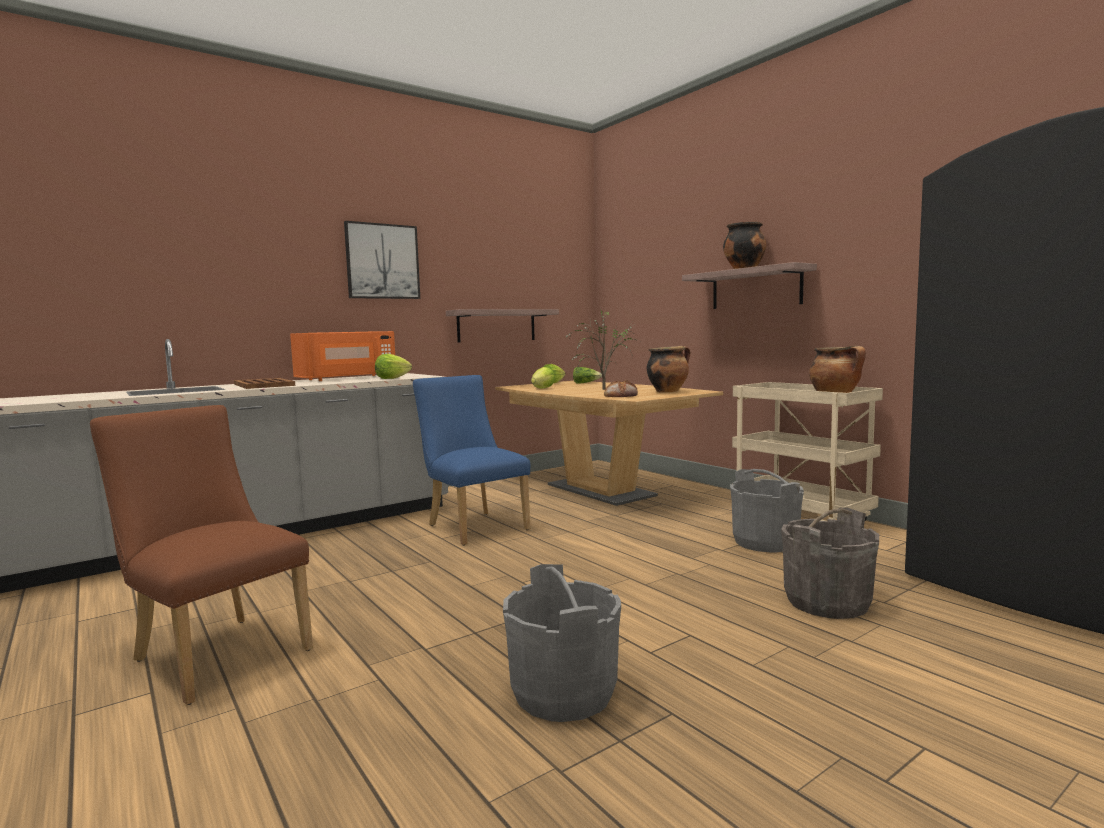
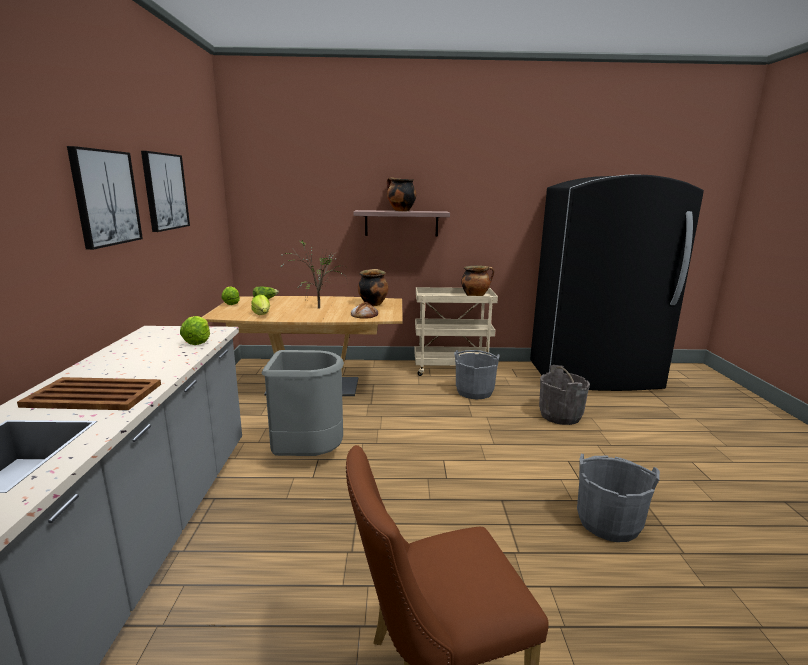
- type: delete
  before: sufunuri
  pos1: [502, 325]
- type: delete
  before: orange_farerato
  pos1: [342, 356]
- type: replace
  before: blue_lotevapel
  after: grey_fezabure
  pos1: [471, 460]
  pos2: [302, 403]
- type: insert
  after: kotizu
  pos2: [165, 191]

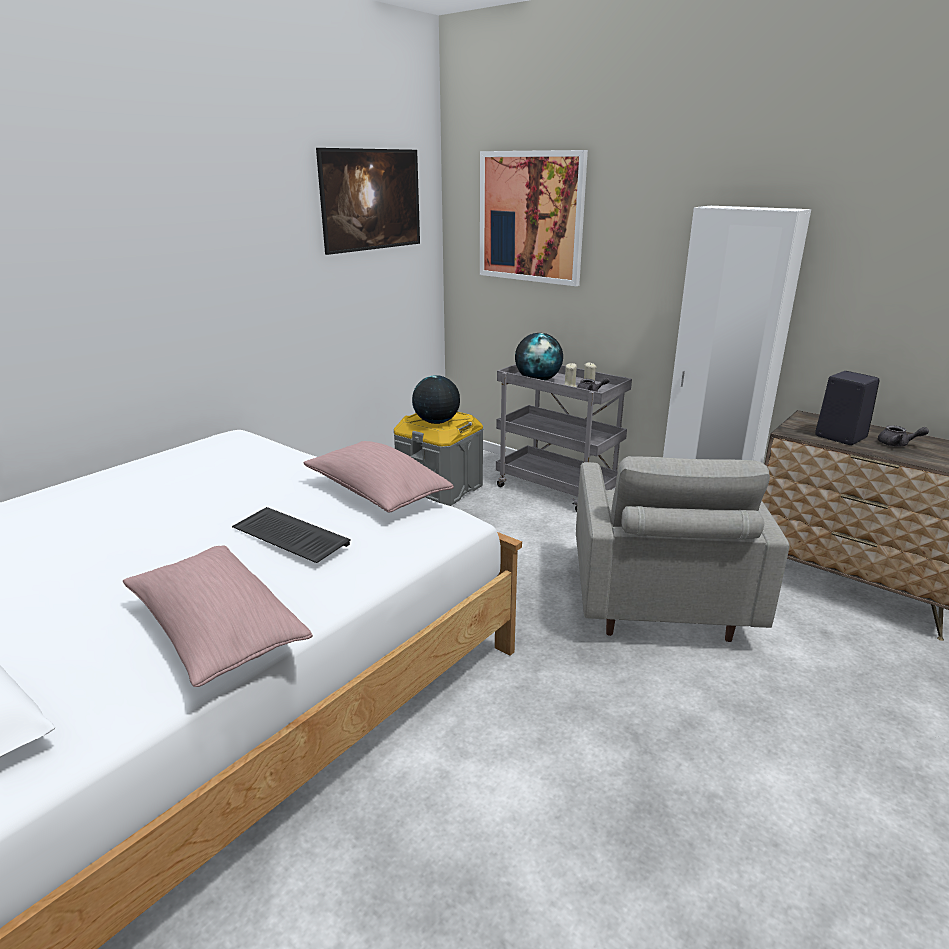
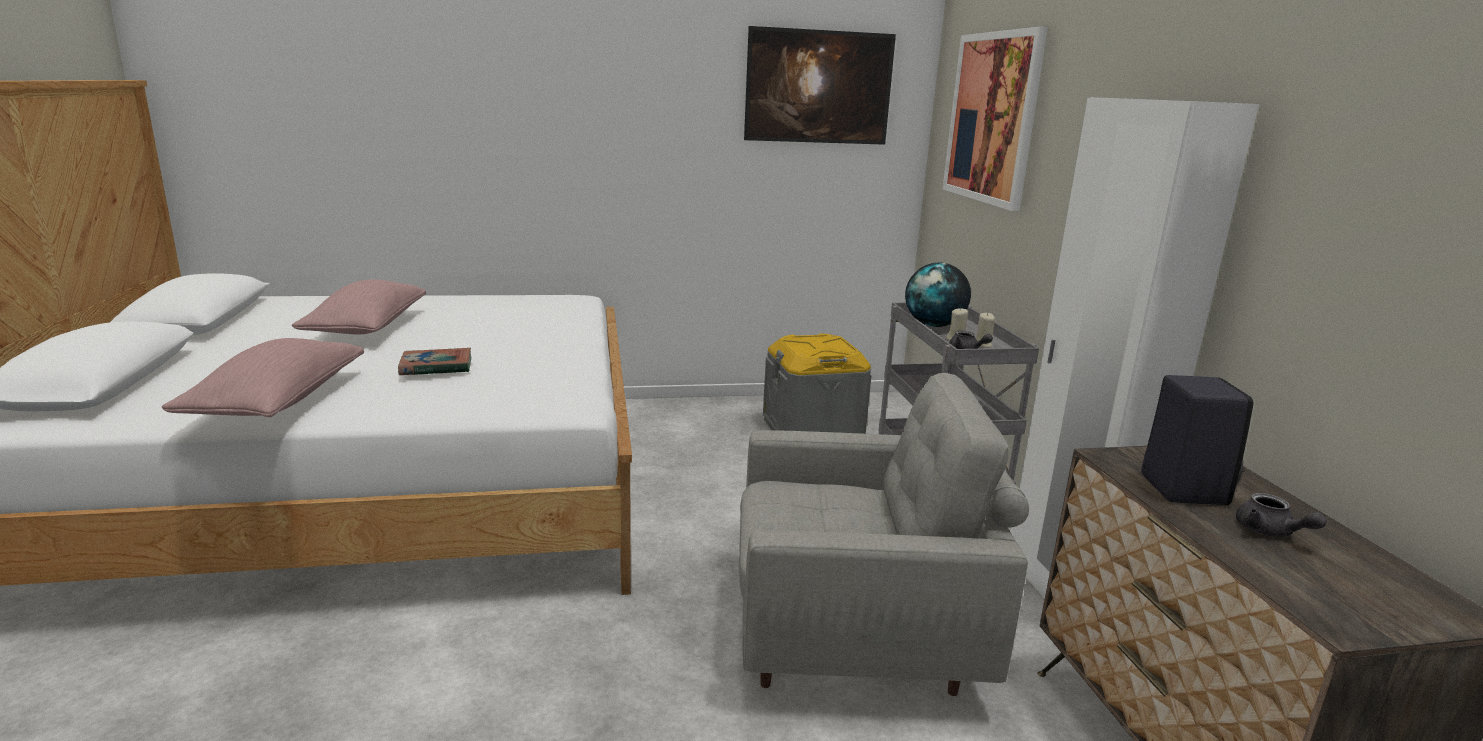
- type: delete
  before: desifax
  pos1: [436, 399]
- type: move
  before: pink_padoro
  pos1: [378, 477]
  pos2: [359, 306]
- type: rotate
  before: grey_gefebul
  pos1: [683, 549]
  pos2: [884, 534]
  turn: -135
- type: replace
  before: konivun
  after: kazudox
  pos1: [291, 535]
  pos2: [434, 361]

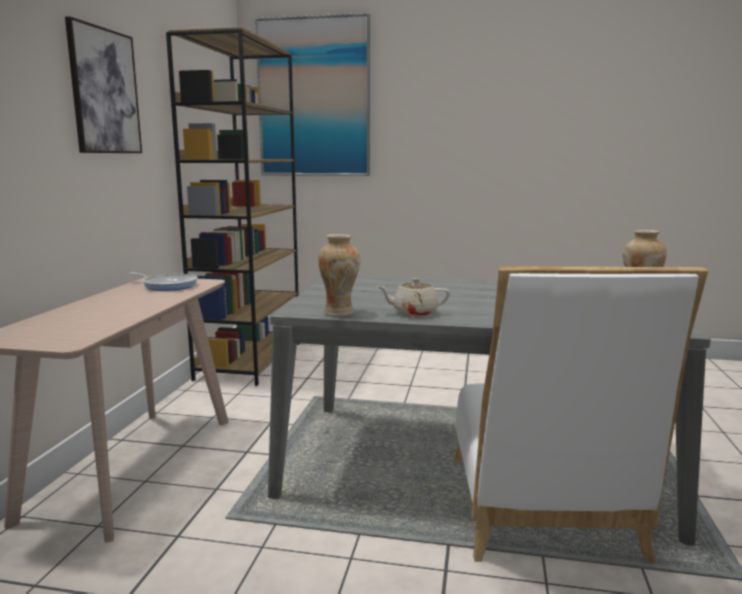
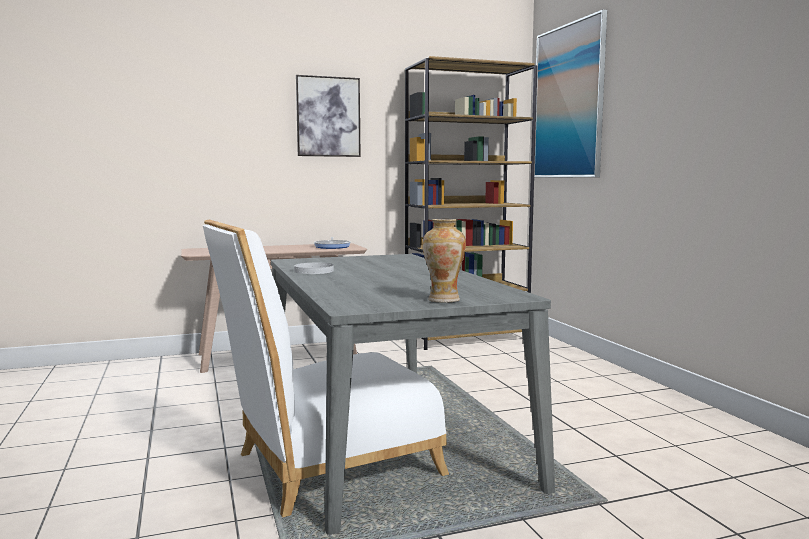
- type: delete
  before: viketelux
  pos1: [339, 275]
- type: replace
  before: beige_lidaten
  after: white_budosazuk
  pos1: [413, 297]
  pos2: [314, 268]

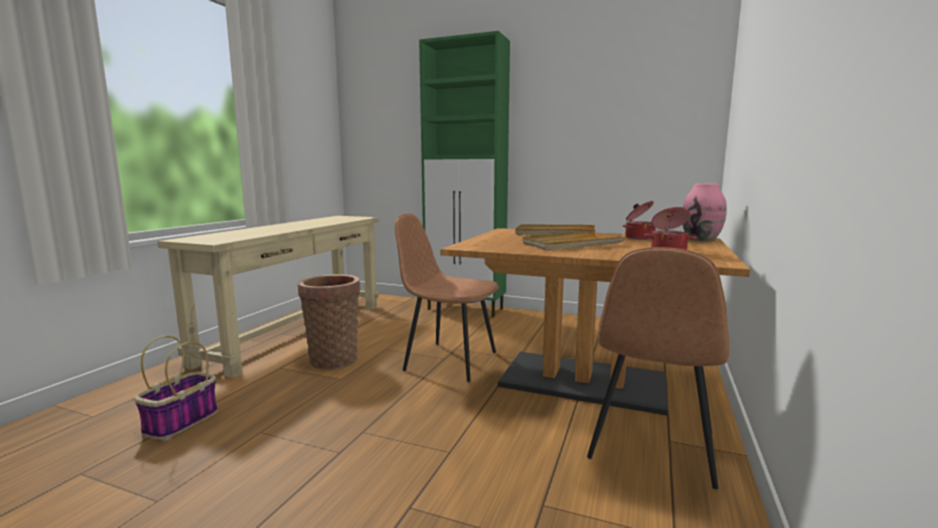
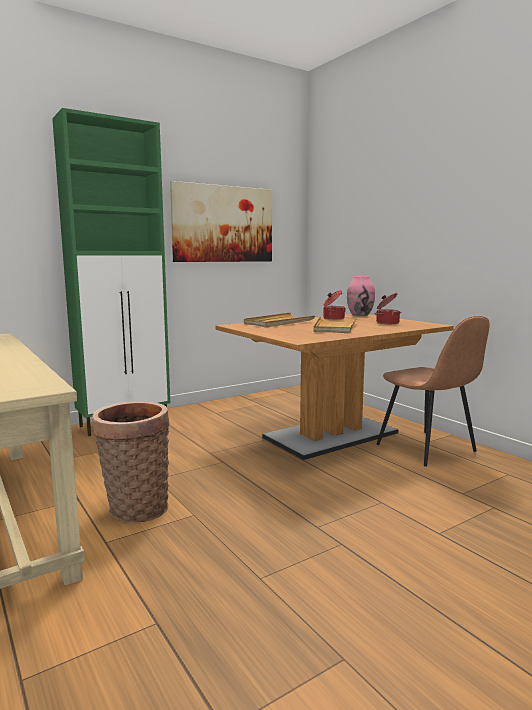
- type: delete
  before: brown_lotevapel
  pos1: [447, 297]
- type: delete
  before: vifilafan
  pos1: [176, 388]
- type: insert
  after: kotizu
  pos2: [221, 221]

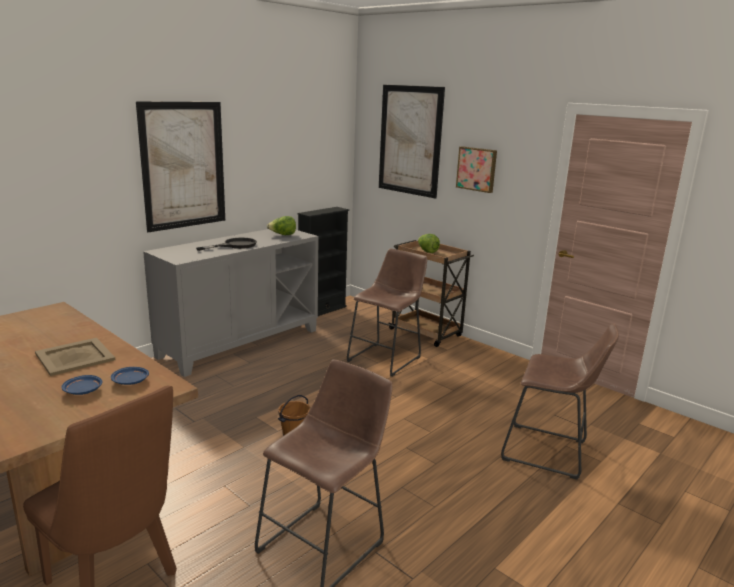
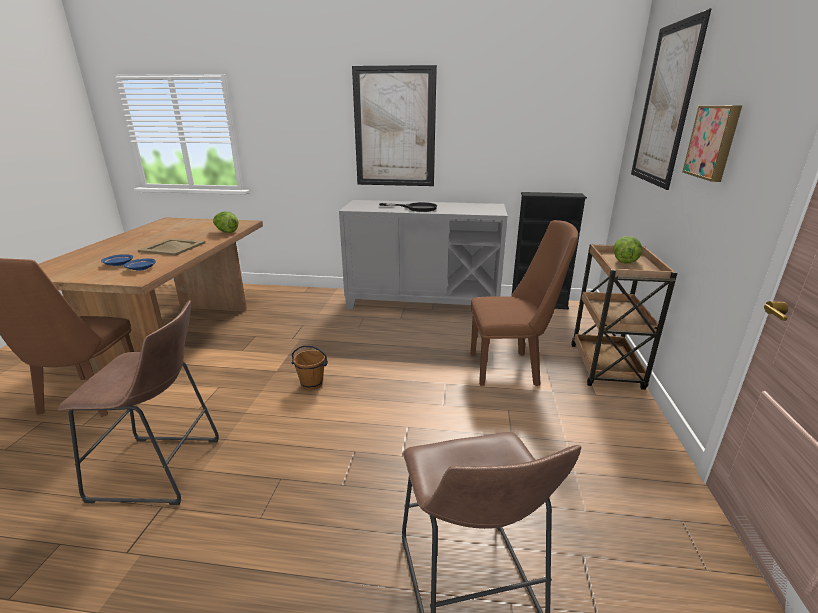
- type: move
  before: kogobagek
  pos1: [281, 225]
  pos2: [225, 222]
- type: replace
  before: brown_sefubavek
  after: brown_lotevapel
  pos1: [387, 312]
  pos2: [524, 303]

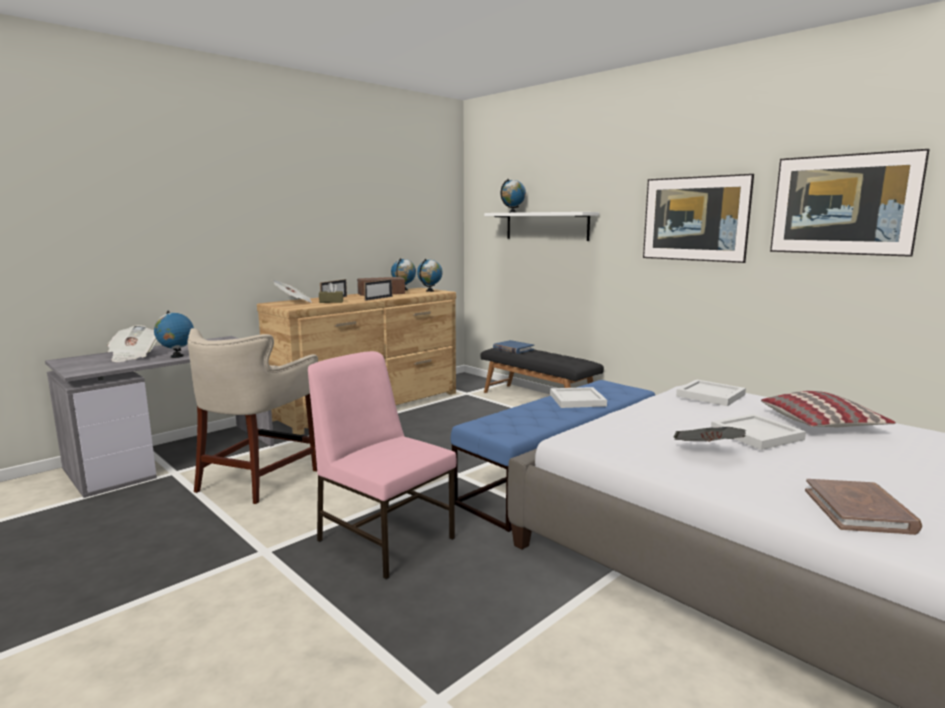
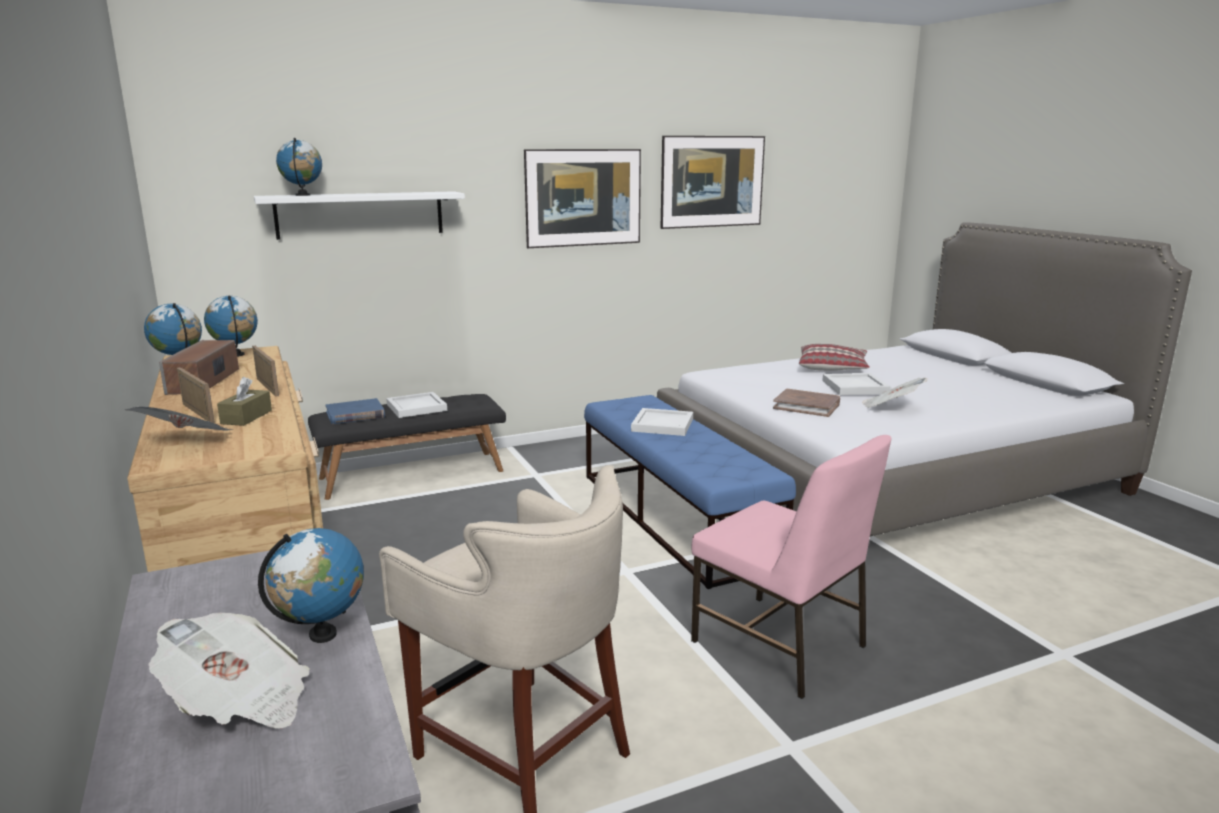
- type: rotate
  before: pink_lotevapel
  pos1: [382, 465]
  pos2: [791, 567]
  turn: -105
- type: move
  before: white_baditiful
  pos1: [711, 392]
  pos2: [416, 405]
- type: move
  before: brown_kazudox
  pos1: [863, 507]
  pos2: [806, 403]

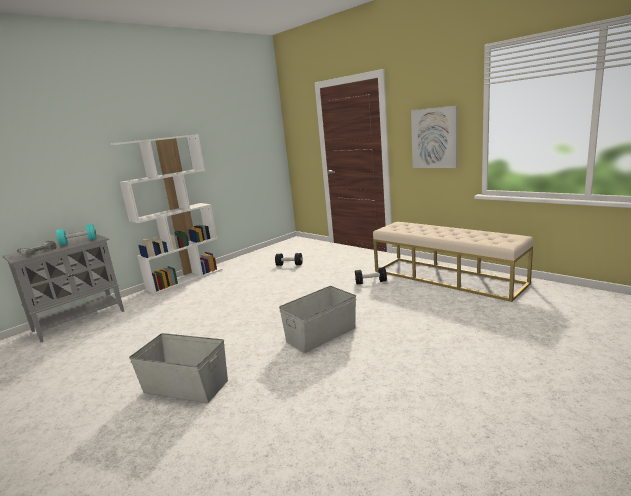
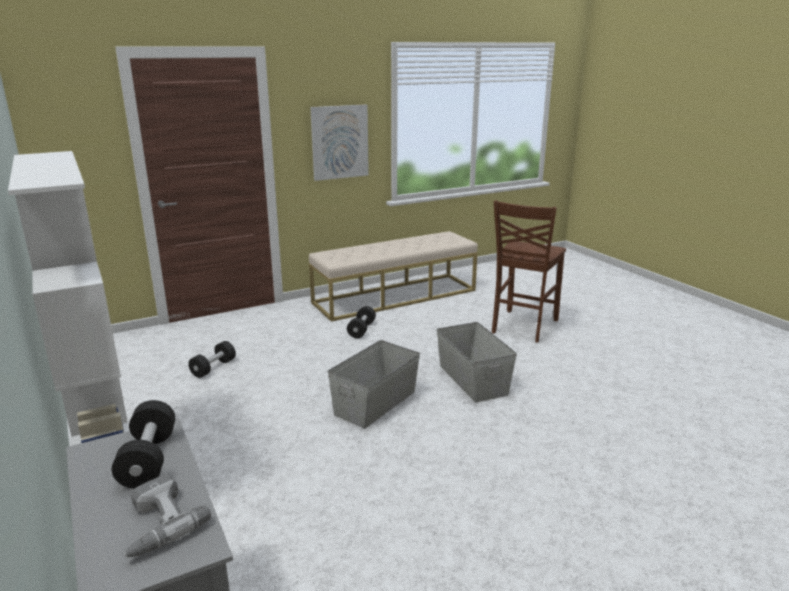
- type: recolor
  before: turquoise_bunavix
  after: black_bunavix
  pos1: [76, 235]
  pos2: [143, 444]
- type: move
  before: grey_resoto
  pos1: [178, 368]
  pos2: [373, 384]
- type: insert
  after: brown_lotevapel
  pos2: [529, 271]

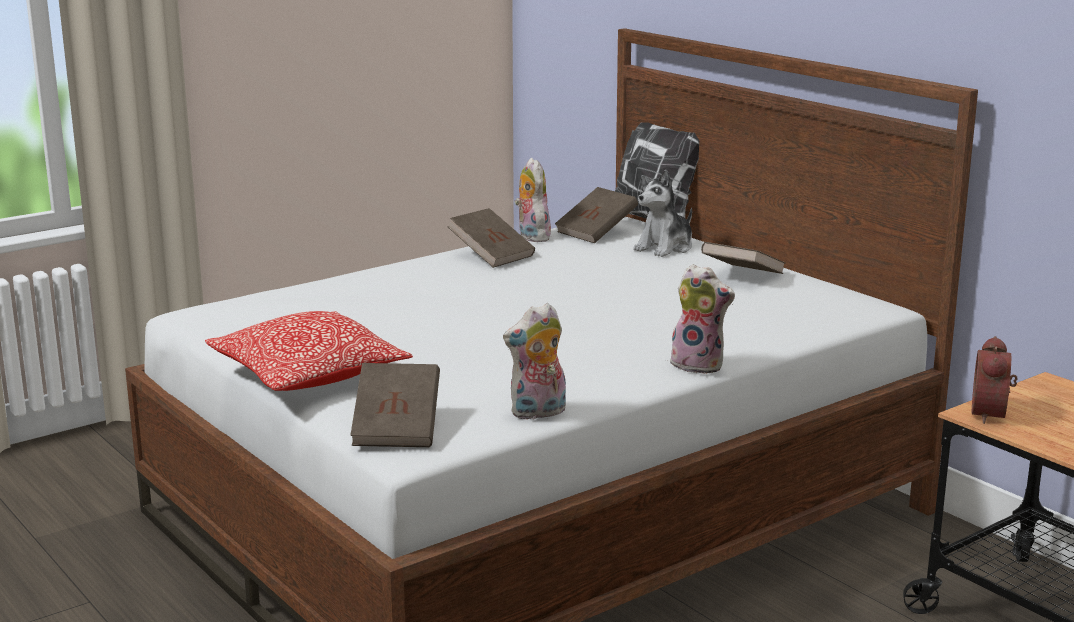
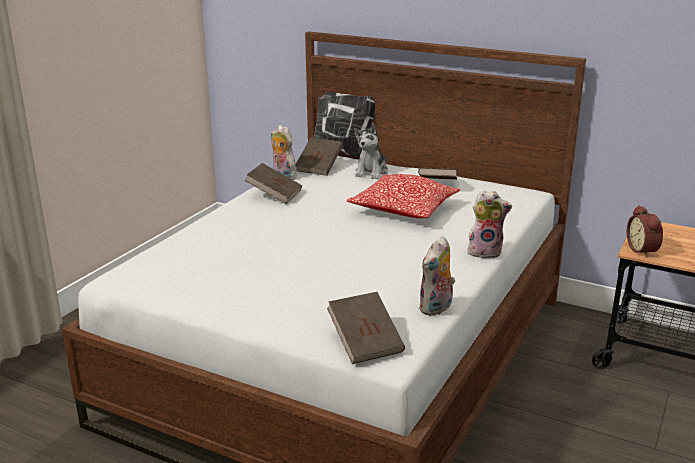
- type: move
  before: padoro
  pos1: [309, 351]
  pos2: [403, 196]

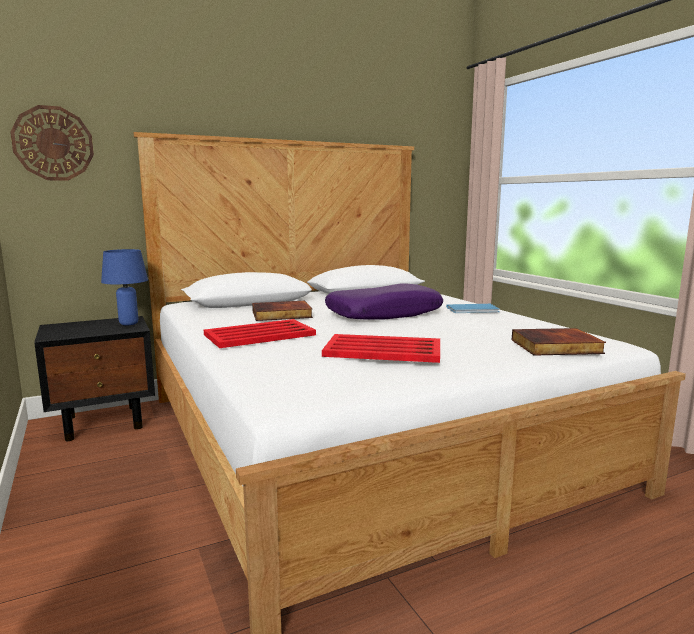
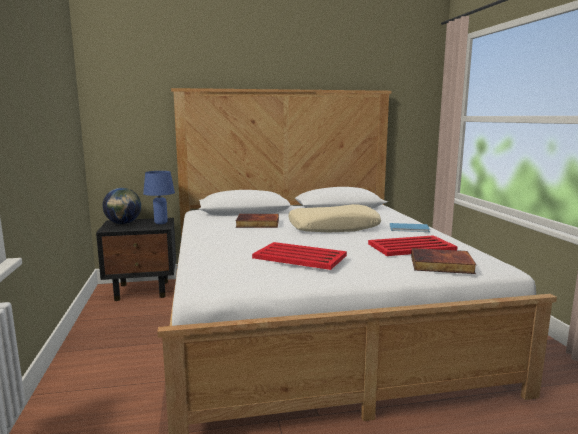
- type: delete
  before: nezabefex
  pos1: [52, 143]
- type: recolor
  before: purple_padoro
  after: beige_padoro
  pos1: [384, 301]
  pos2: [334, 218]
- type: move
  before: red_baditiful
  pos1: [260, 333]
  pos2: [413, 245]
- type: insert
  after: desifax
  pos2: [121, 206]

